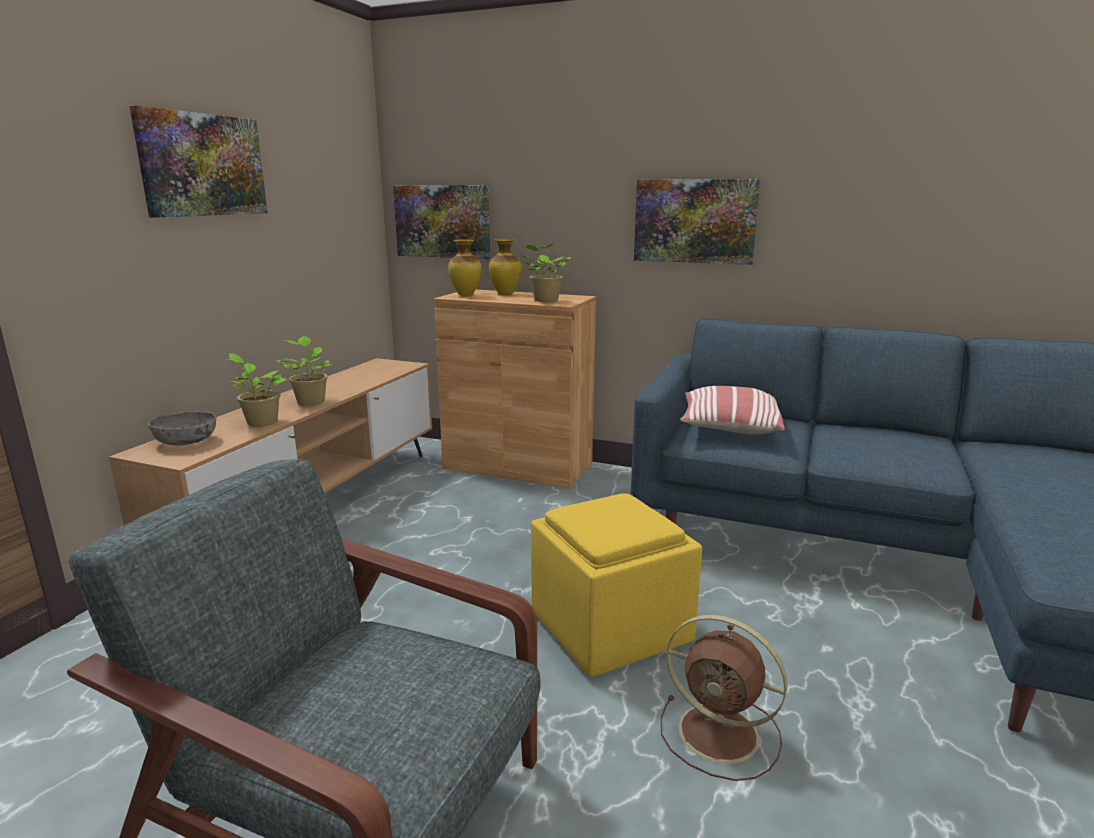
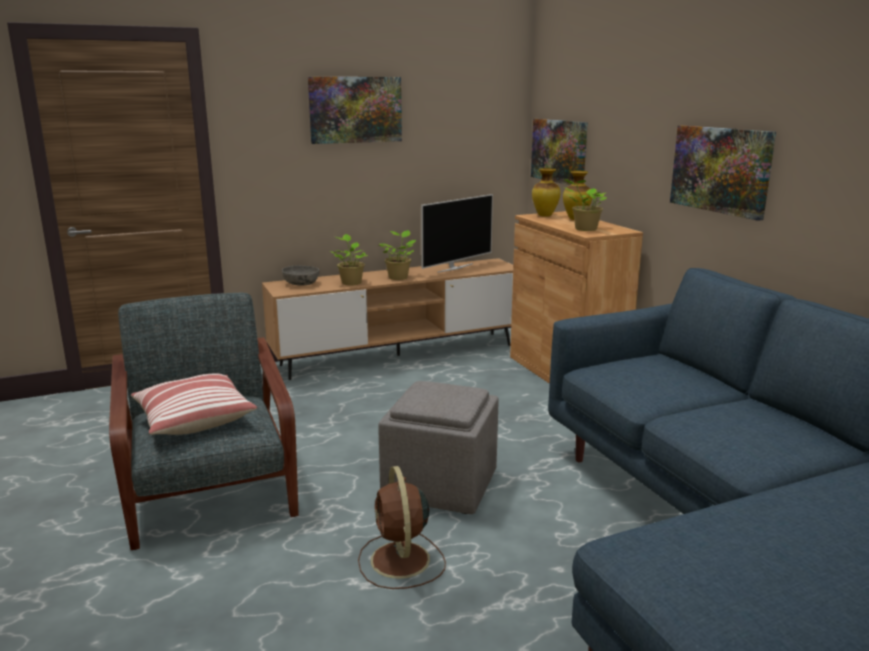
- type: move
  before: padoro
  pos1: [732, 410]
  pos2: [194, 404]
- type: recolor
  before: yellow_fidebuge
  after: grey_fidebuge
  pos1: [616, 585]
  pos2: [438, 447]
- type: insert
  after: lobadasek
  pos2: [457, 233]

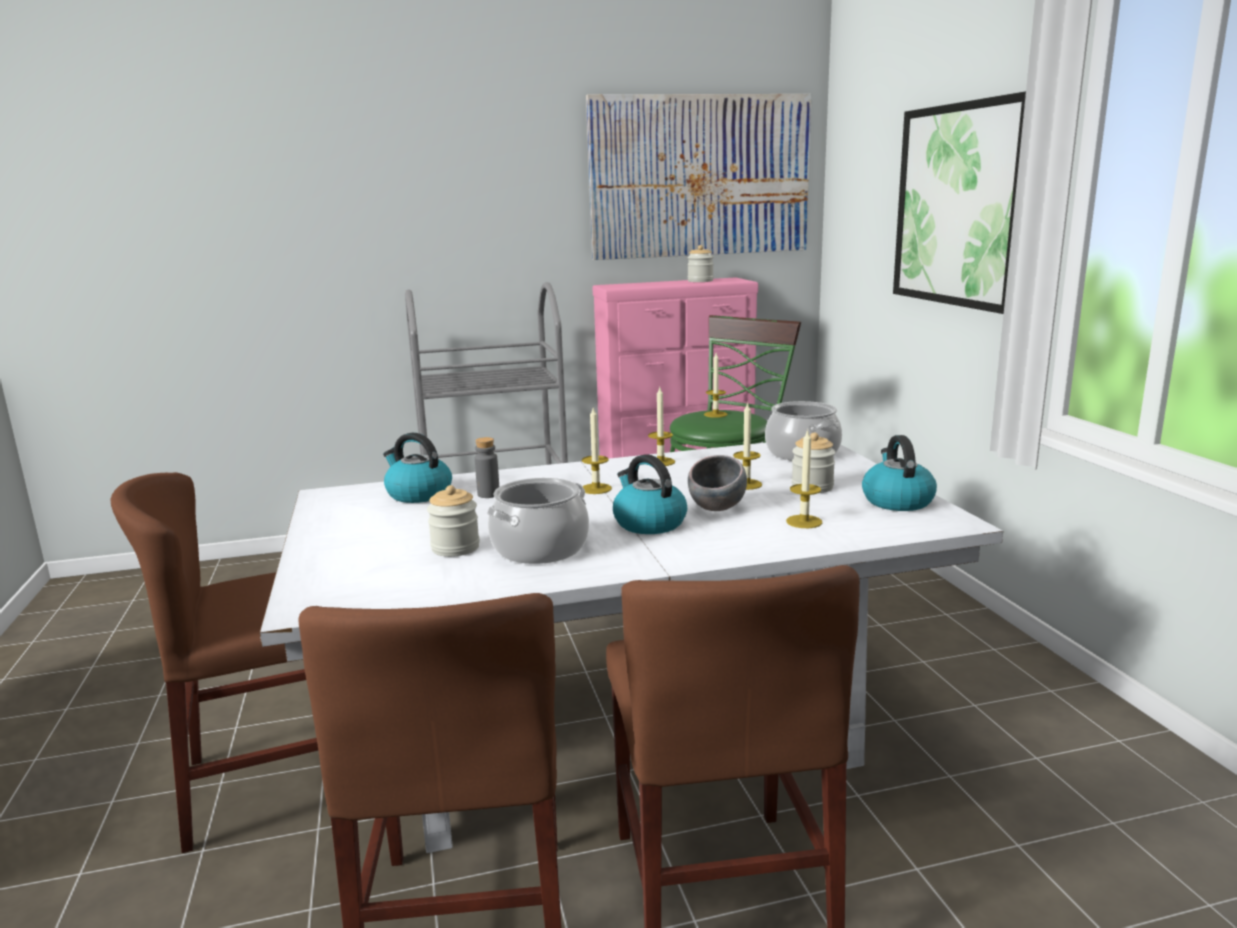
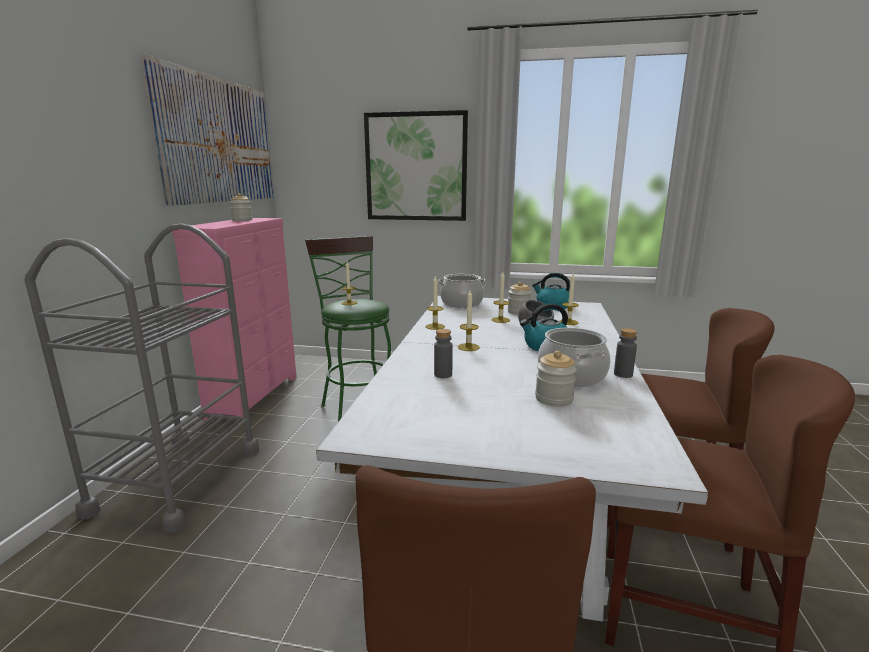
- type: delete
  before: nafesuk
  pos1: [417, 468]
- type: insert
  after: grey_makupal
  pos2: [625, 353]

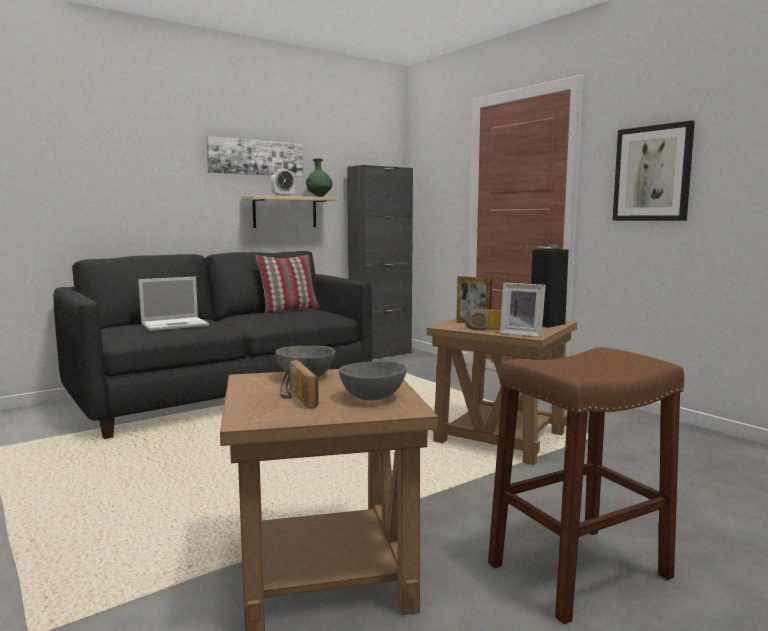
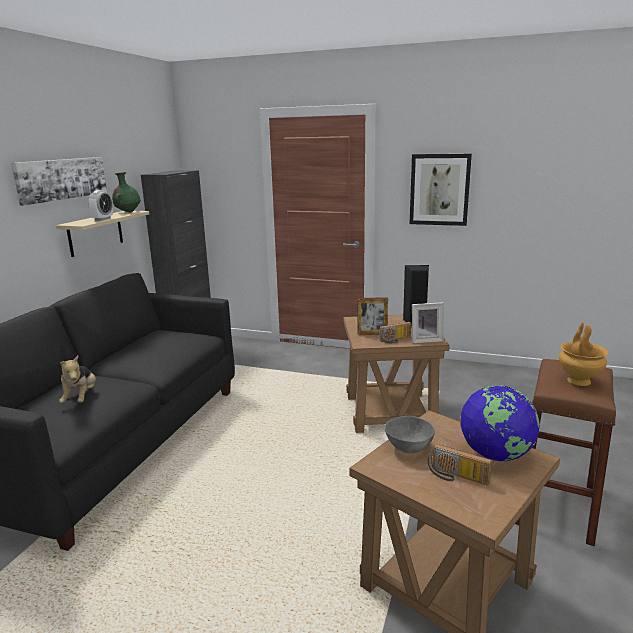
- type: delete
  before: padoro
  pos1: [288, 284]
- type: replace
  before: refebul
  after: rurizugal
  pos1: [173, 303]
  pos2: [77, 379]
- type: replace
  before: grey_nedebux
  after: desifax
  pos1: [372, 381]
  pos2: [500, 423]
- type: insert
  after: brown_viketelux
  pos2: [583, 354]

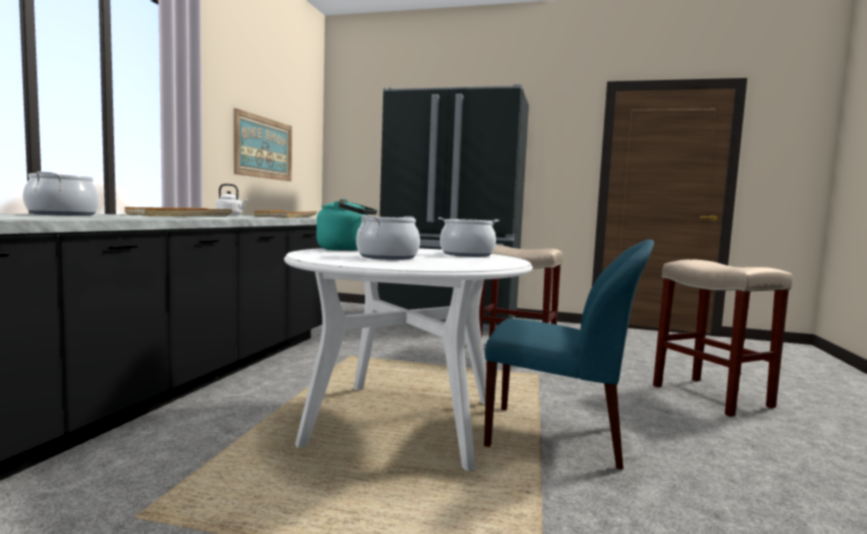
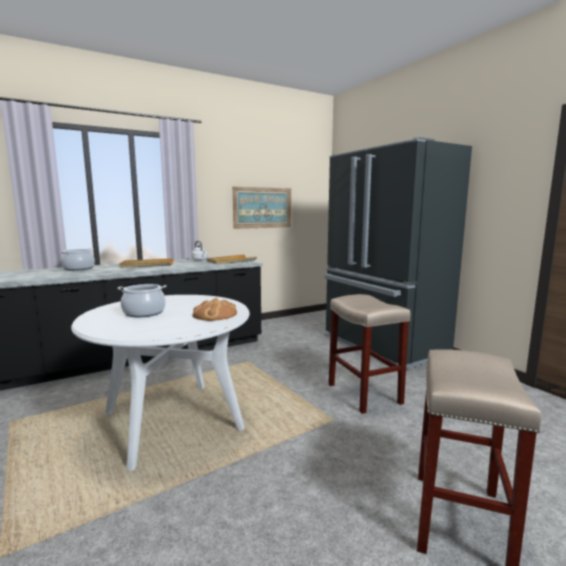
- type: delete
  before: turquoise_nafesuk
  pos1: [346, 225]
- type: replace
  before: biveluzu
  after: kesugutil
  pos1: [468, 237]
  pos2: [215, 309]
- type: delete
  before: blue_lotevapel
  pos1: [569, 355]

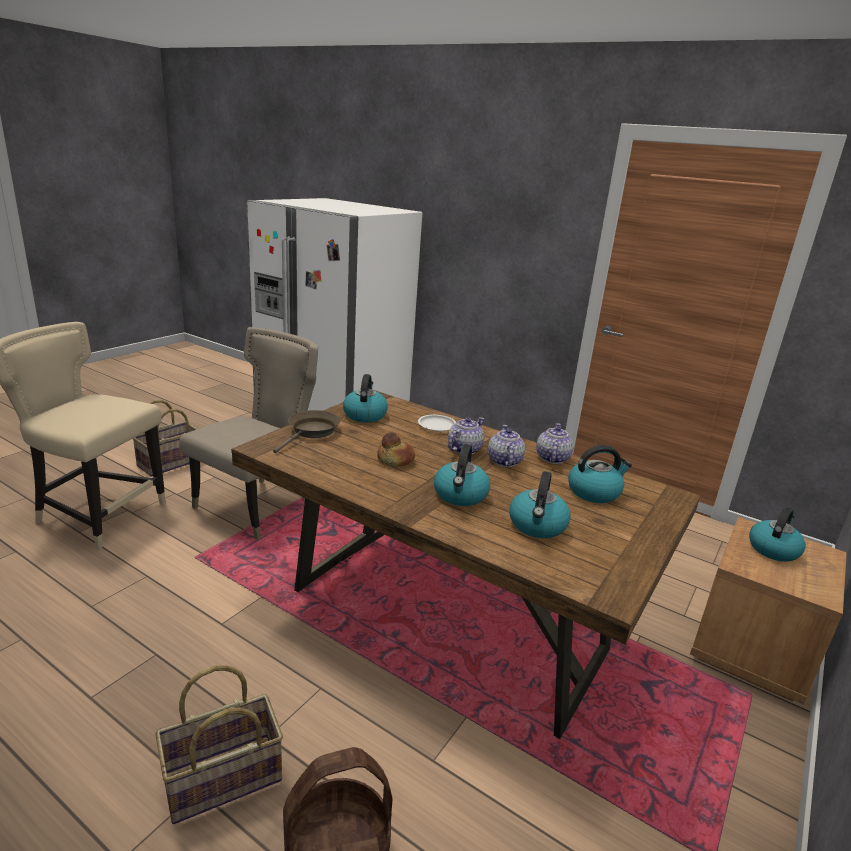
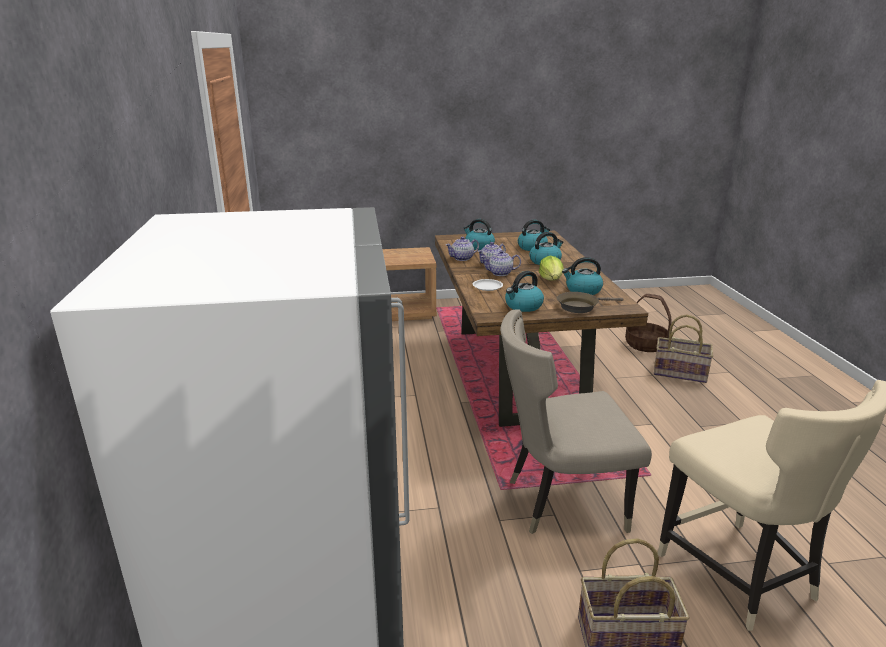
- type: replace
  before: kesugutil
  after: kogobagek
  pos1: [396, 449]
  pos2: [551, 268]
- type: move
  before: nafesuk
  pos1: [777, 534]
  pos2: [582, 276]

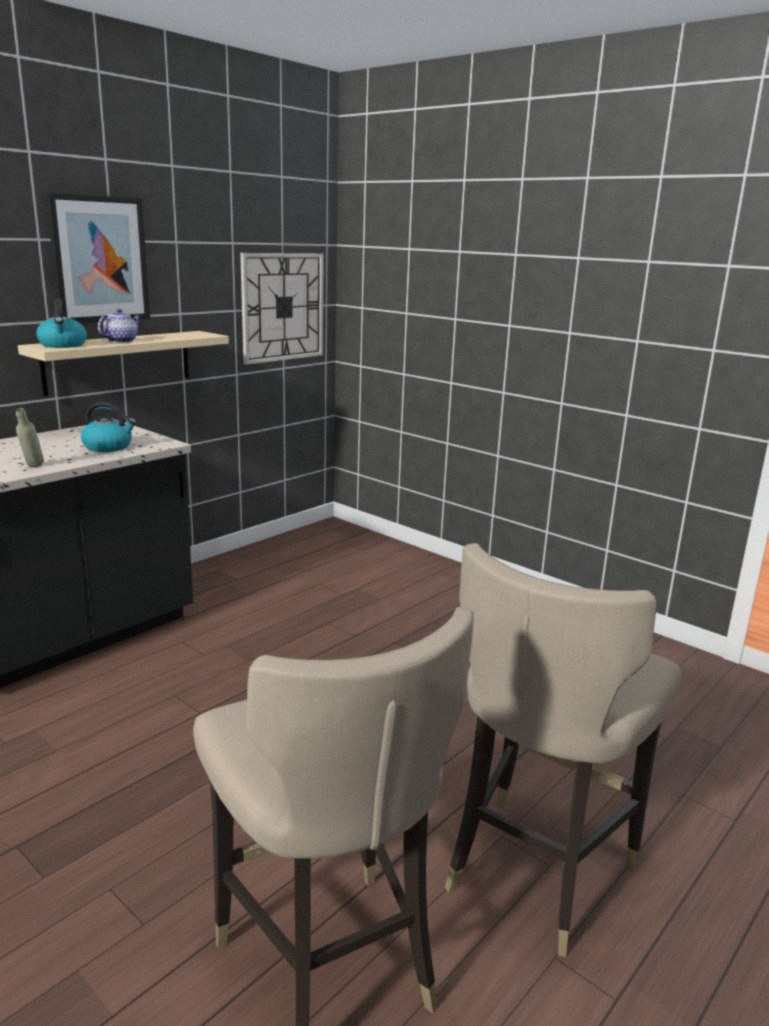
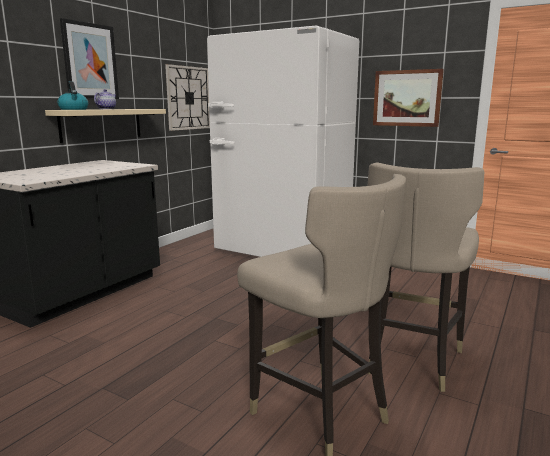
- type: delete
  before: nafesuk
  pos1: [109, 427]
- type: delete
  before: grey_makupal
  pos1: [30, 437]
- type: insert
  after: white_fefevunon
  pos2: [283, 141]
- type: insert
  after: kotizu
  pos2: [408, 98]

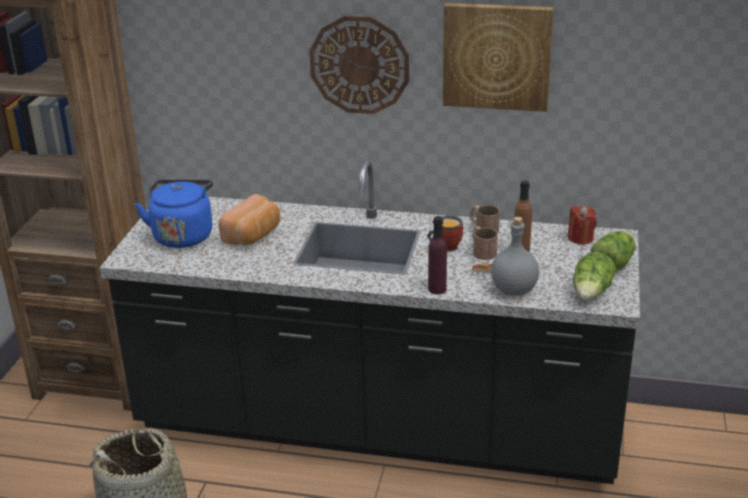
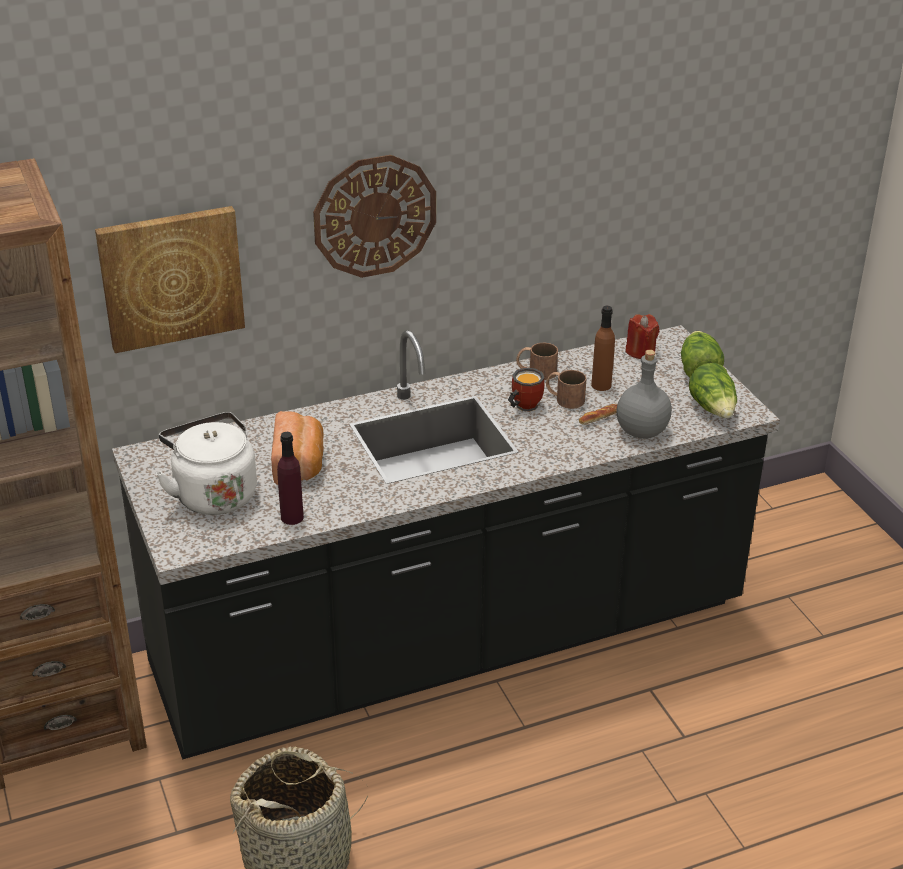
- type: move
  before: kotizu
  pos1: [498, 57]
  pos2: [170, 279]
- type: recolor
  before: blue_nafesuk
  after: white_nafesuk
  pos1: [174, 214]
  pos2: [206, 463]
- type: move
  before: purple_makupal
  pos1: [437, 255]
  pos2: [290, 478]

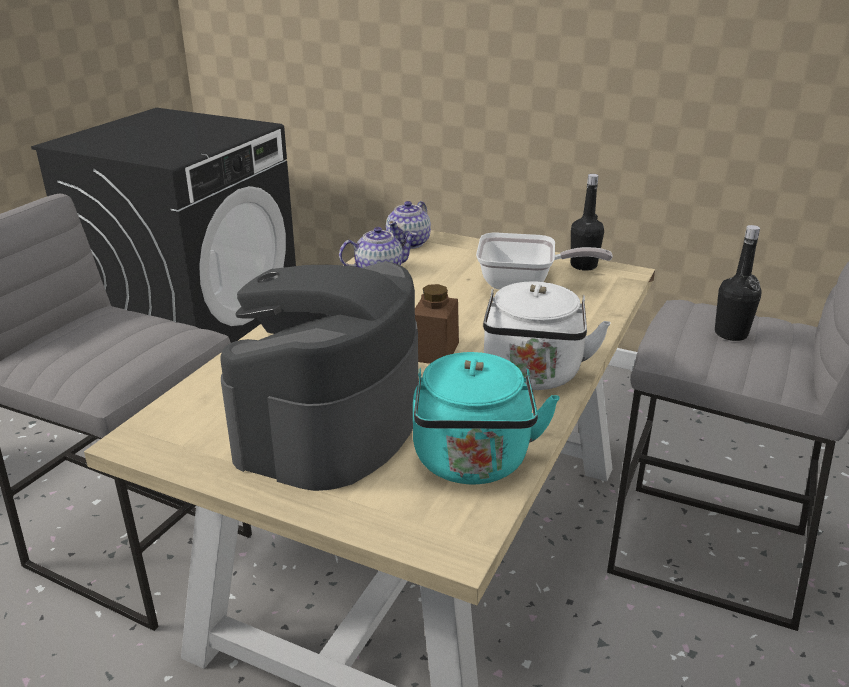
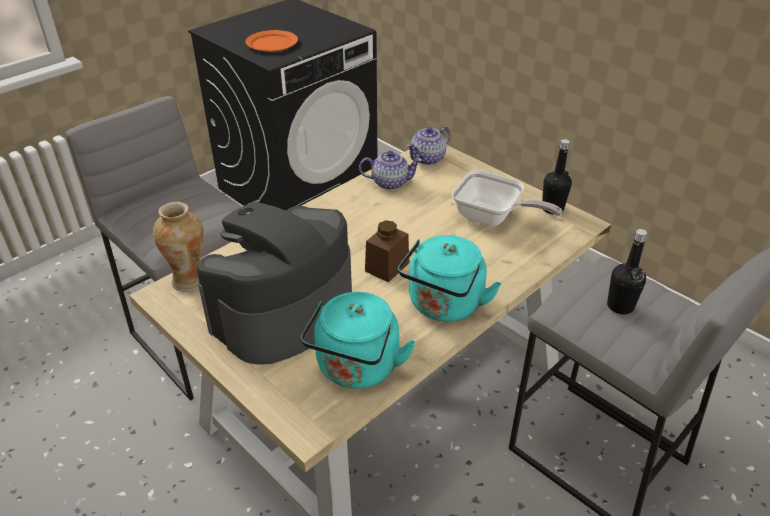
- type: recolor
  before: white_nafesuk
  after: turquoise_nafesuk
  pos1: [547, 336]
  pos2: [449, 278]
- type: insert
  after: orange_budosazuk
  pos2: [271, 41]
- type: insert
  after: viketelux
  pos2: [178, 247]

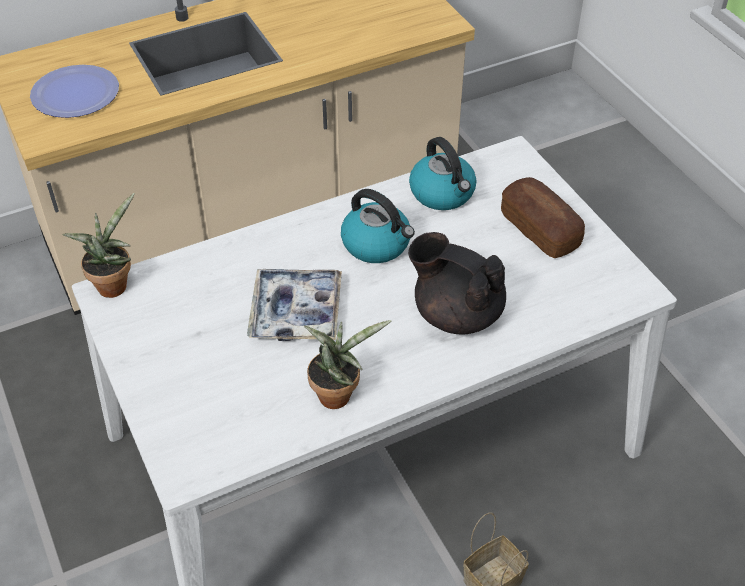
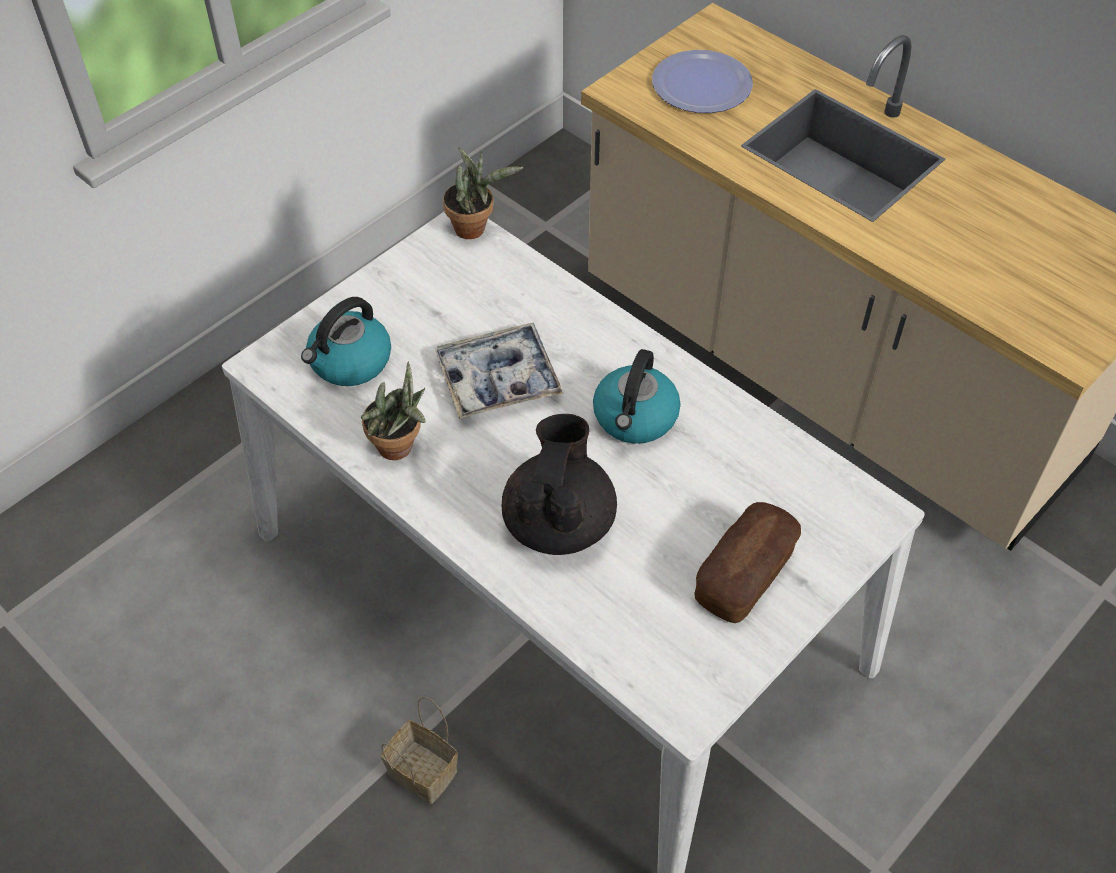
- type: move
  before: nafesuk
  pos1: [442, 173]
  pos2: [346, 341]

